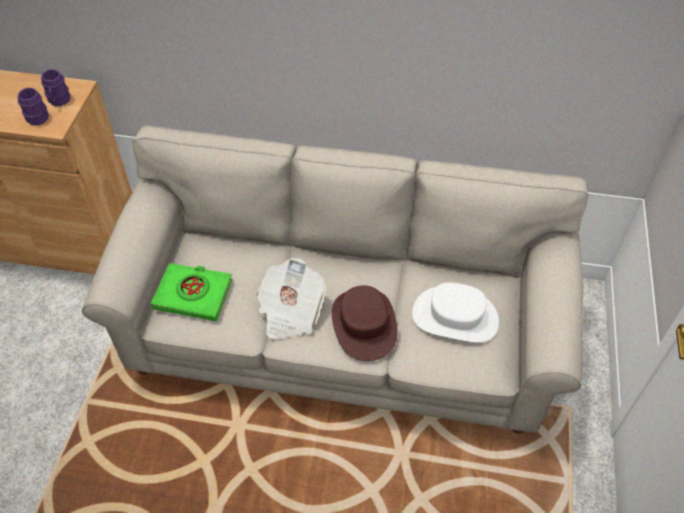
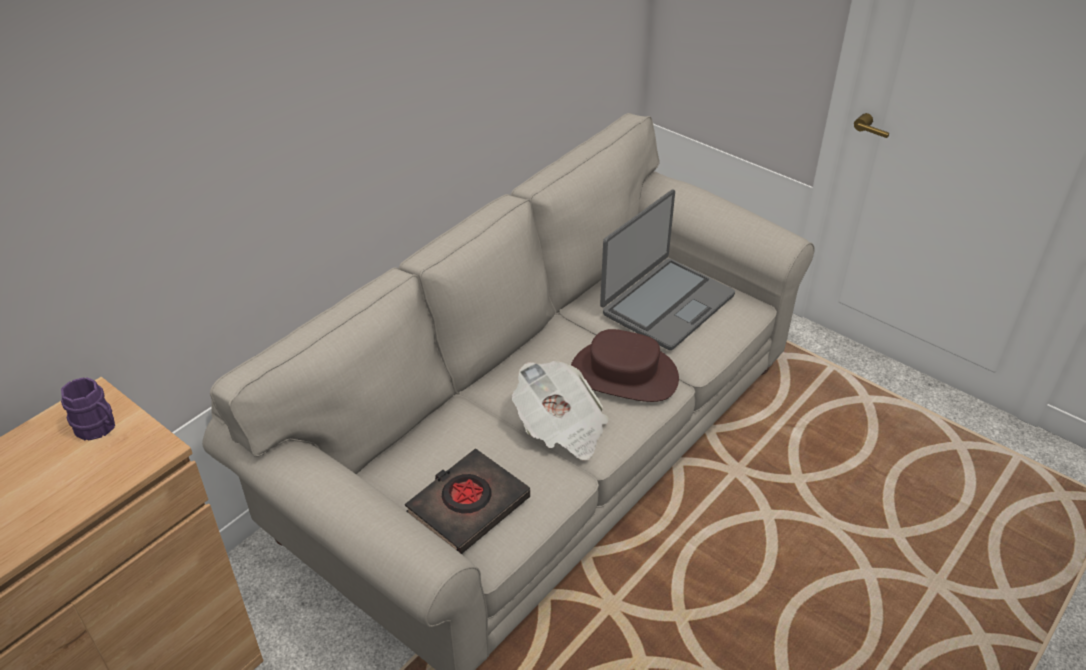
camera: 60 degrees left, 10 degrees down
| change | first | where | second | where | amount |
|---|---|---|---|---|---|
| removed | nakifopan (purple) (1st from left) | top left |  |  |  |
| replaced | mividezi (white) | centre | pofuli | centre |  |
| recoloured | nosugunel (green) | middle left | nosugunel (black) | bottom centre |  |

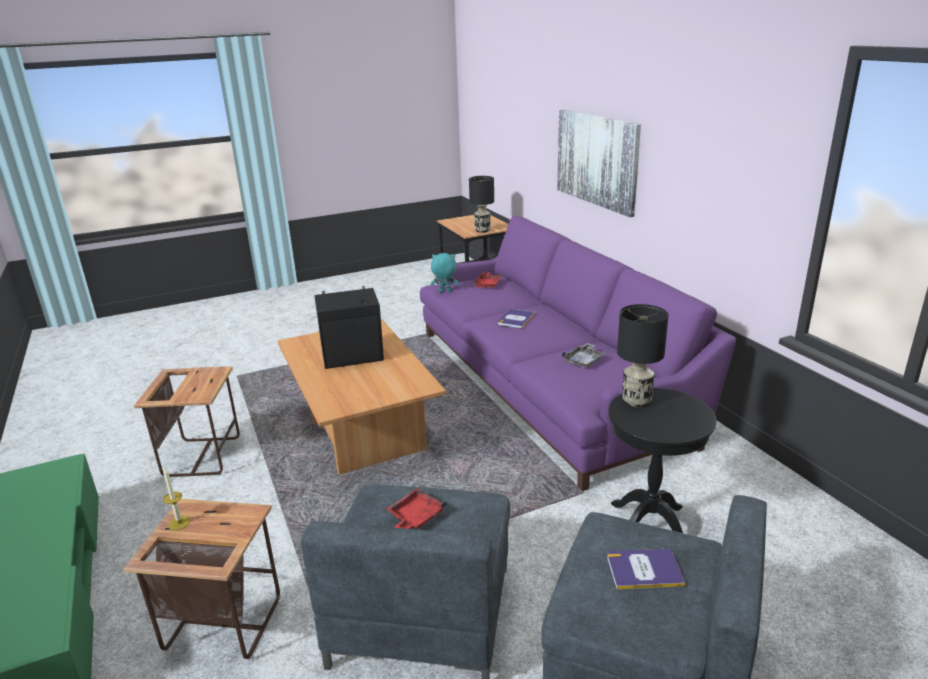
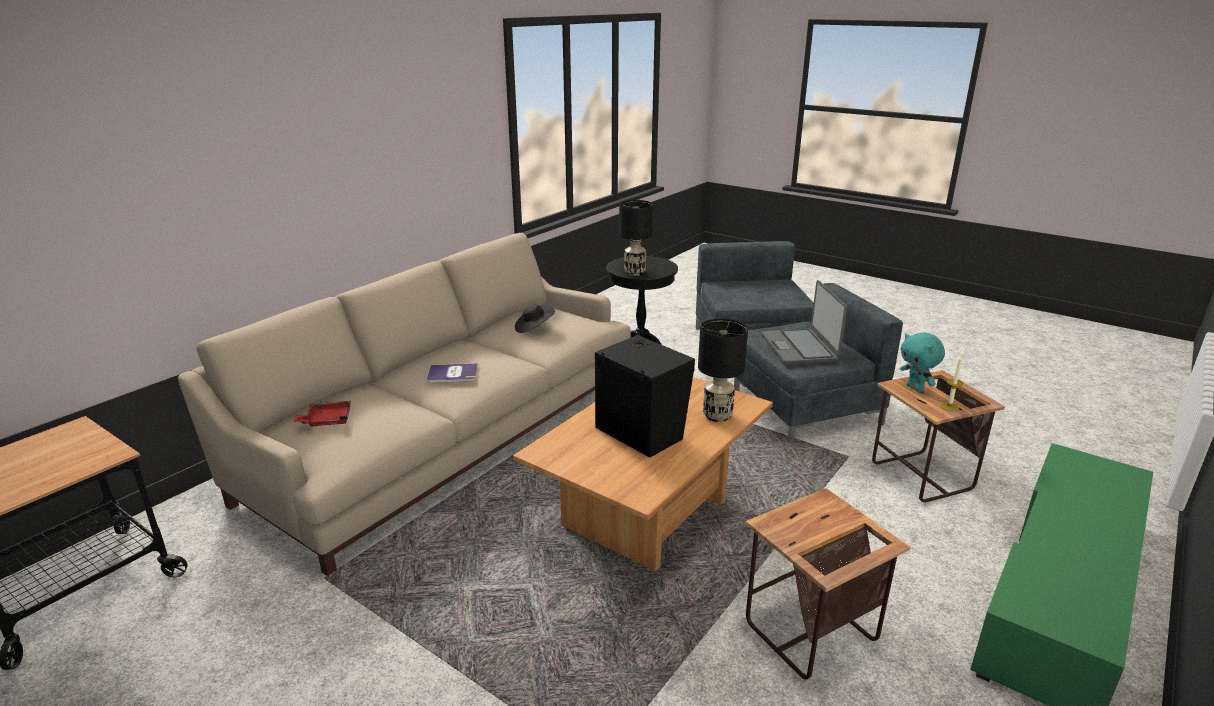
camera: 120 degrees left, 0 degrees up
| change | first | where | second | where | amount |
|---|---|---|---|---|---|
| removed | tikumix | top centre |  |  |  |
| removed | nosugunel (2nd from left) | bottom right |  |  |  |
| moved | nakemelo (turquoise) | centre |  | middle right |  |
| moved | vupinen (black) (1st from left in the first image) | top centre | vupinen (black) (2nd from left) | centre |  |
| replaced | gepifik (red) (1st from left) | bottom centre | pofuli | centre |  |
| replaced | gepifik (grey) | centre | mividezi (black) | centre |  |
| recoloured | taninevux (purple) | centre | taninevux (beige) | middle left |  |

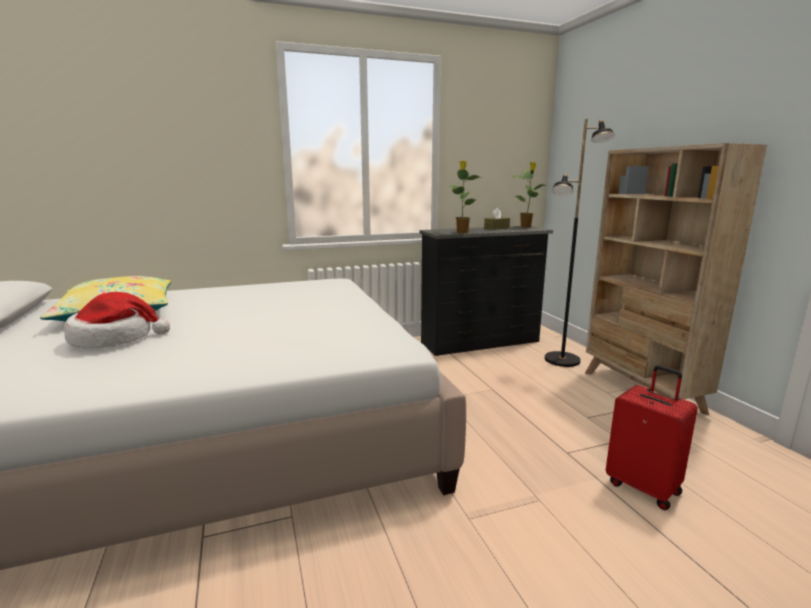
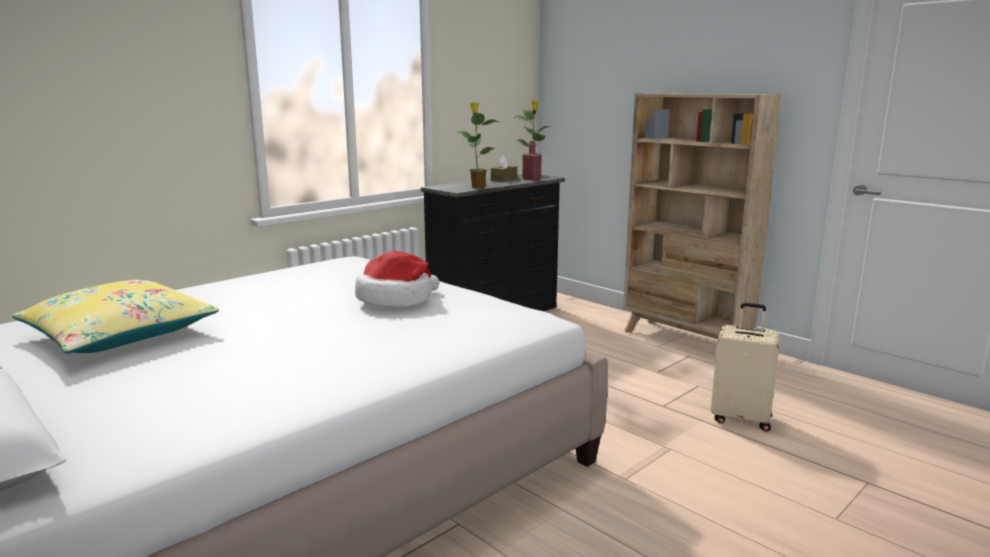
camera: 25 degrees left, 0 degrees up
| change | first | where | second | where | amount |
|---|---|---|---|---|---|
| removed | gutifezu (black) | middle right |  |  |  |
| added |  |  | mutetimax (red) | top centre |  |
| moved | mividezi | middle left |  | centre |  |
| recoloured | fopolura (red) | bottom right | fopolura (beige) | middle right |  |

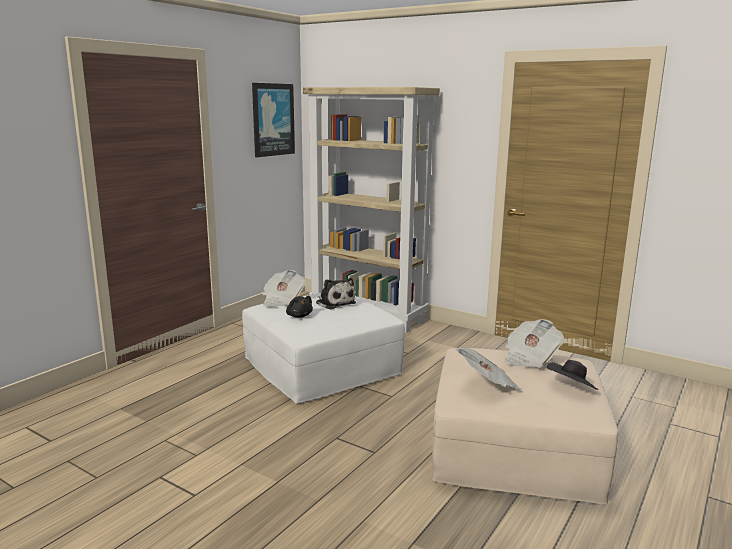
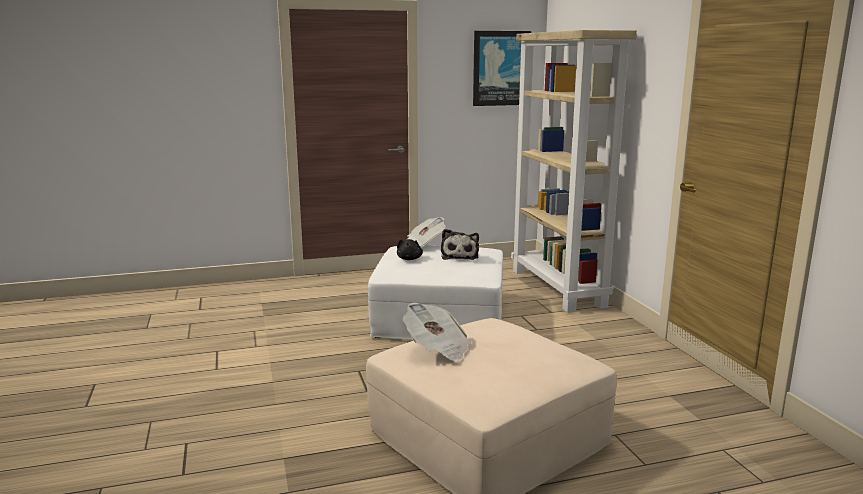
camera: 40 degrees right, 0 degrees up
| change | first | where | second | where | amount |
|---|---|---|---|---|---|
| removed | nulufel (3rd from left) | middle right |  |  |  |
| removed | mividezi (black) | bottom right |  |  |  |

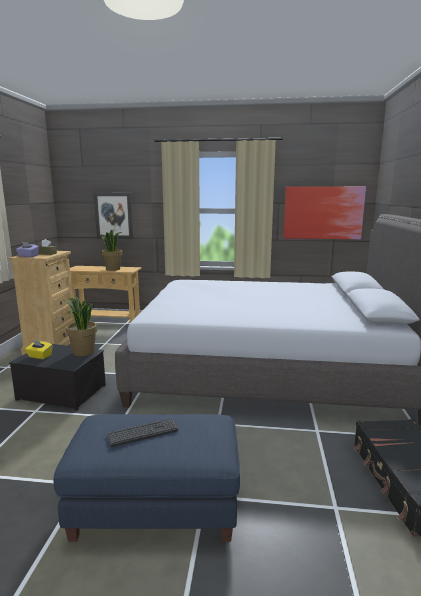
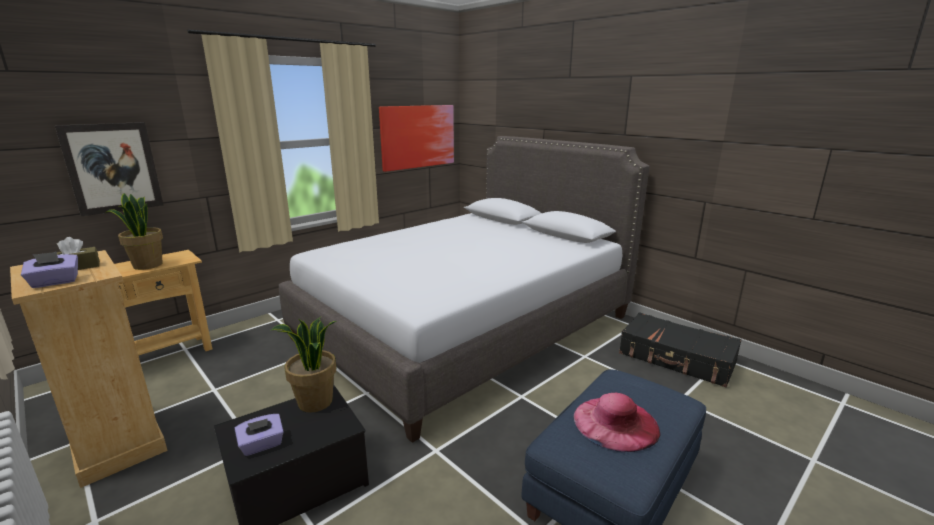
camera: 50 degrees left, 5 degrees up
| change | first | where | second | where | amount |
|---|---|---|---|---|---|
| replaced | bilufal | bottom centre | mividezi (pink) | bottom centre |  |
| recoloured | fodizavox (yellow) | middle left | fodizavox (purple) (2nd from left) | bottom left |  |

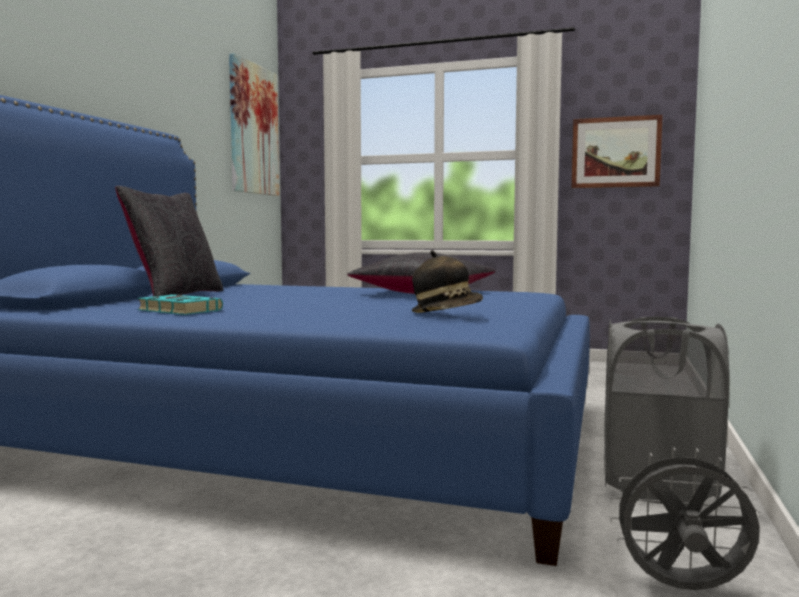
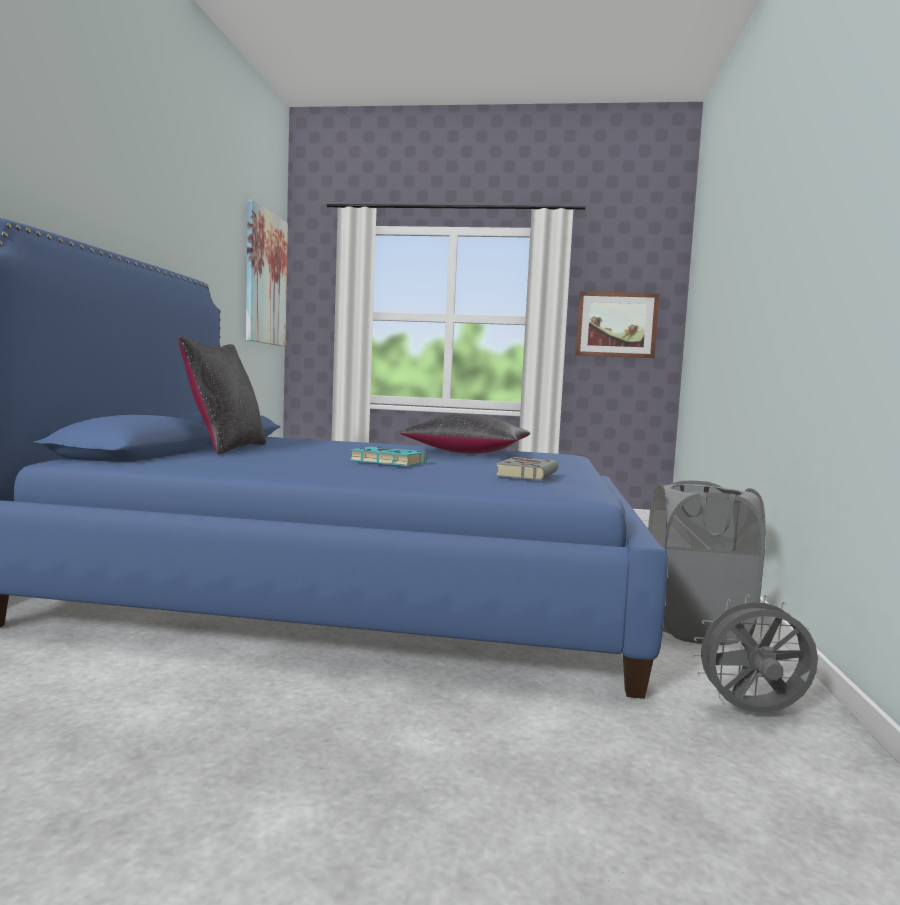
camera: 10 degrees left, 0 degrees up
| change | first | where | second | where | amount |
|---|---|---|---|---|---|
| moved | nosugunel (turquoise) | middle left |  | centre |  |
| replaced | mividezi | centre | nosugunel (grey) | centre |  |

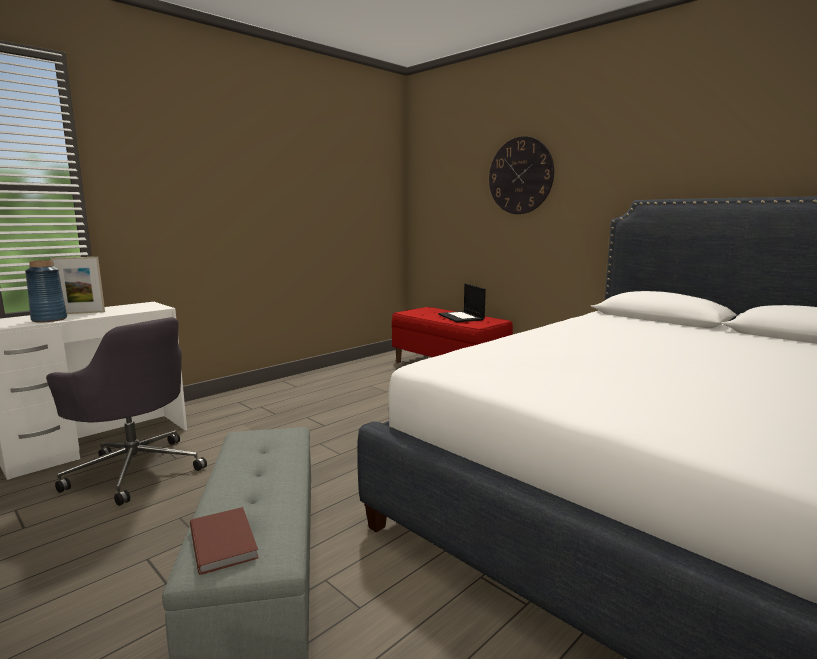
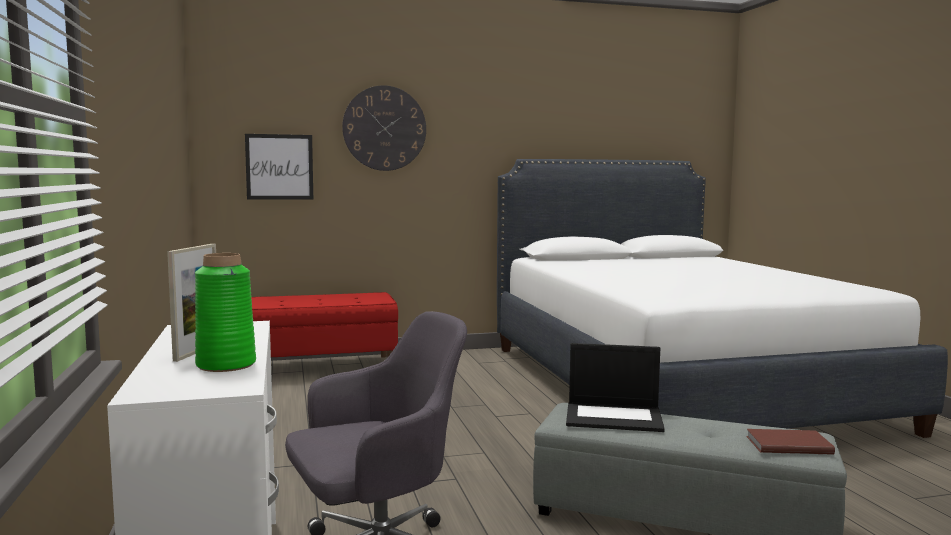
camera: 60 degrees left, 5 degrees down
| change | first | where | second | where | amount |
|---|---|---|---|---|---|
| added |  |  | tikumix | top left |  |
| moved | pofuli | centre |  | bottom centre |  |
| recoloured | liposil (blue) | middle left | liposil (green) | middle left |  |

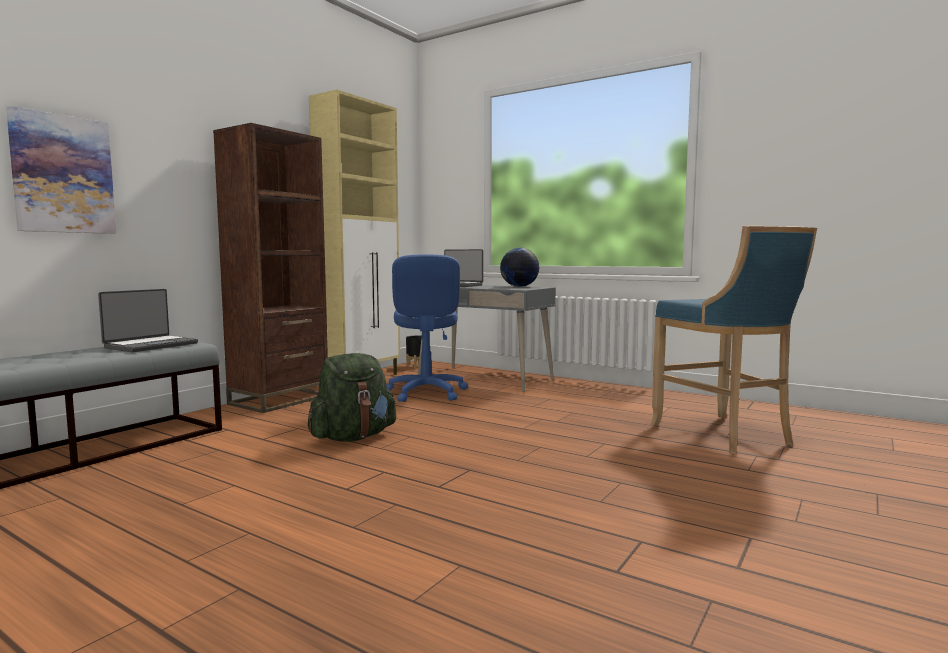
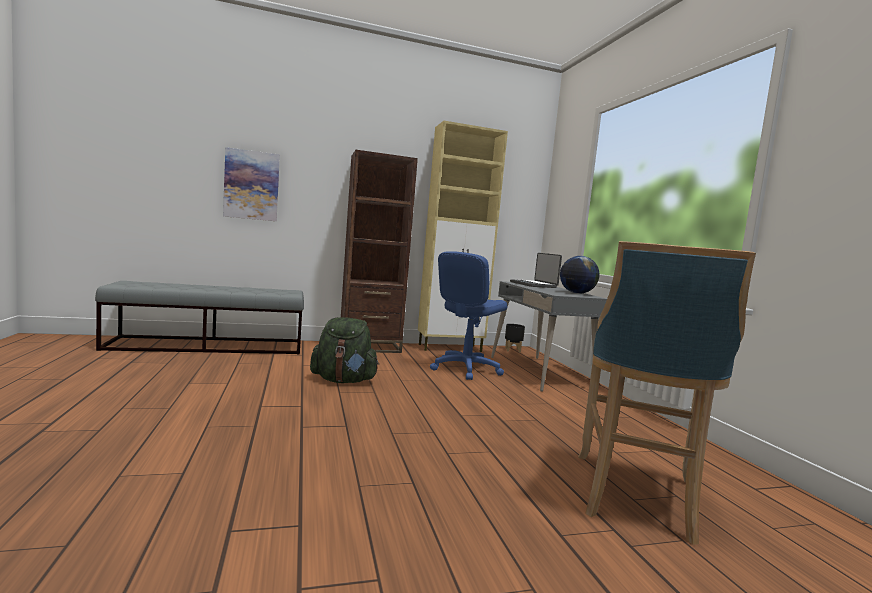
camera: 40 degrees right, 0 degrees up
| change | first | where | second | where | amount |
|---|---|---|---|---|---|
| removed | pofuli (1st from left) | middle left |  |  |  |

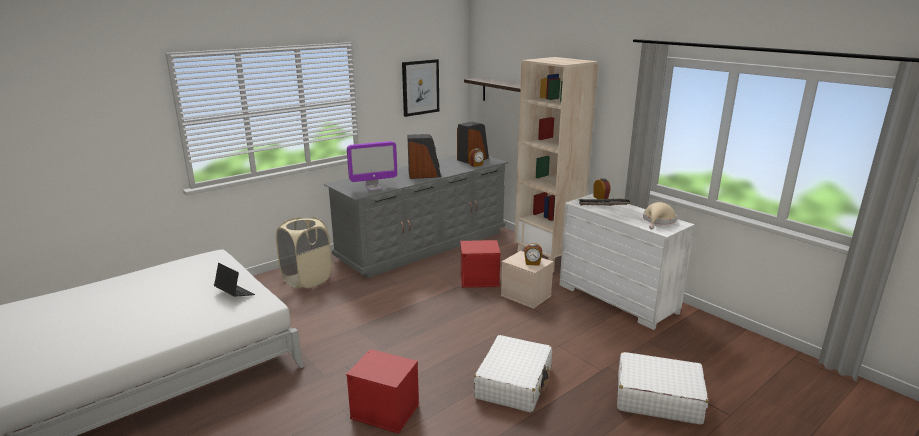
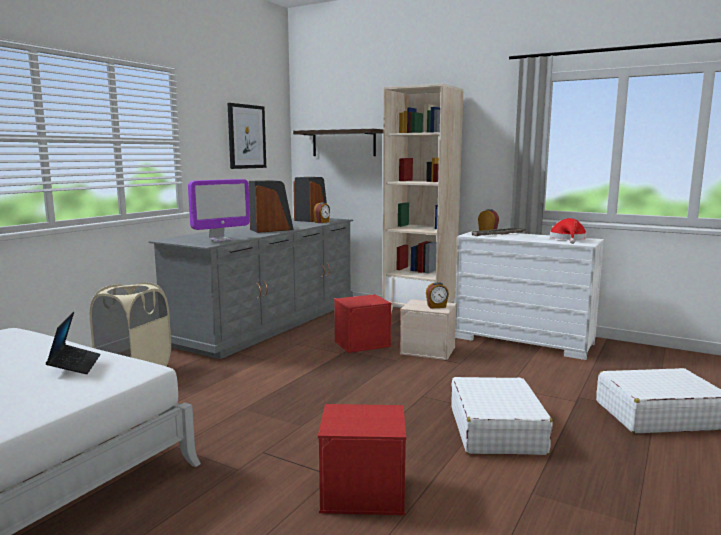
camera: 20 degrees left, 10 degrees down
| change | first | where | second | where | amount |
|---|---|---|---|---|---|
| recoloured | mividezi (beige) | middle right | mividezi (red) | middle right |  |
| turned | pofuli | middle left |  | middle left | 60 degrees clockwise |

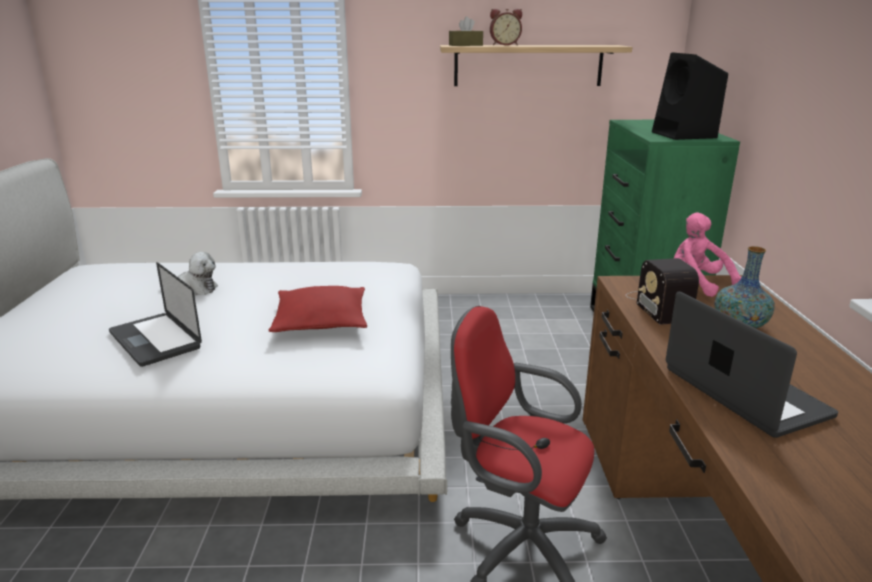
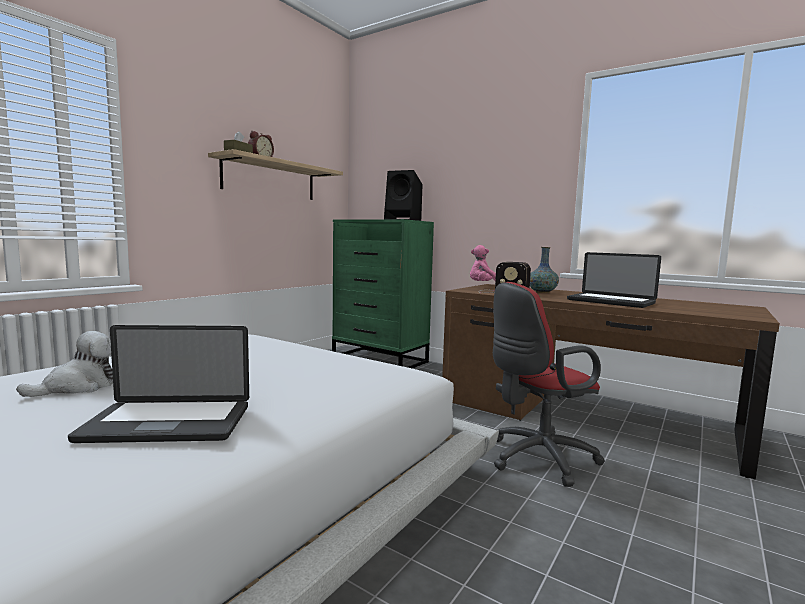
camera: 55 degrees left, 15 degrees down
| change | first | where | second | where | amount |
|---|---|---|---|---|---|
| removed | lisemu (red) | centre |  |  |  |
| turned | pofuli (2nd from left) | middle right |  | middle right | 150 degrees counterclockwise |

